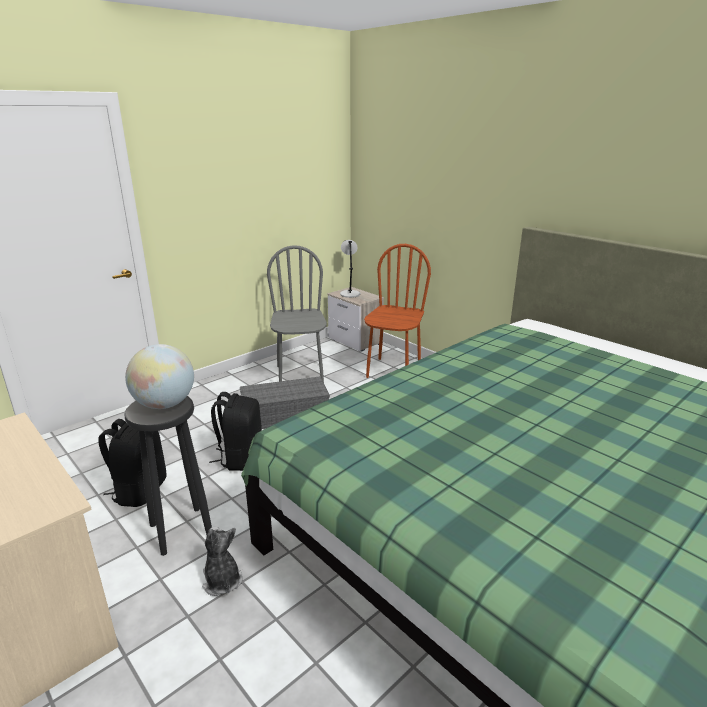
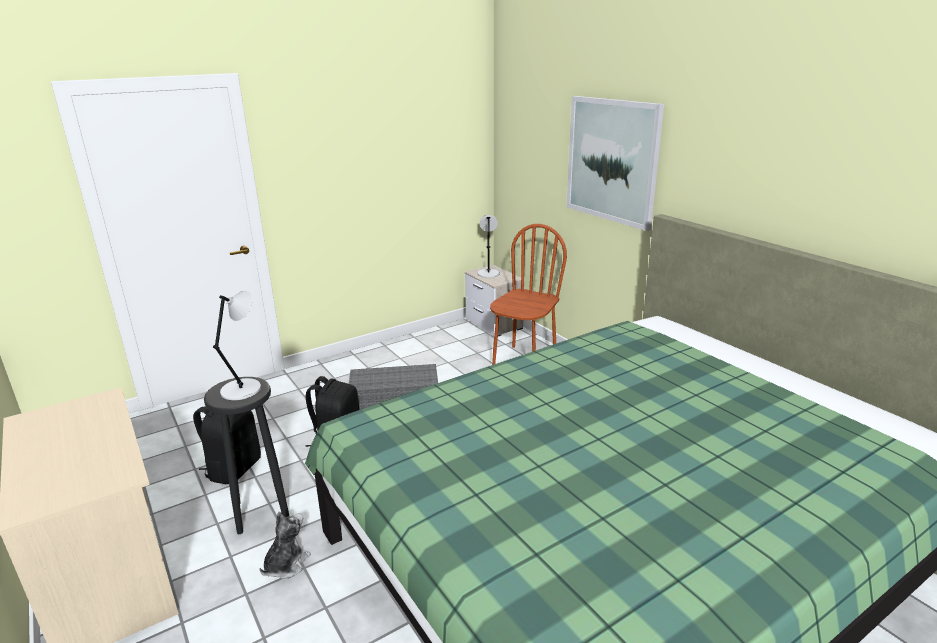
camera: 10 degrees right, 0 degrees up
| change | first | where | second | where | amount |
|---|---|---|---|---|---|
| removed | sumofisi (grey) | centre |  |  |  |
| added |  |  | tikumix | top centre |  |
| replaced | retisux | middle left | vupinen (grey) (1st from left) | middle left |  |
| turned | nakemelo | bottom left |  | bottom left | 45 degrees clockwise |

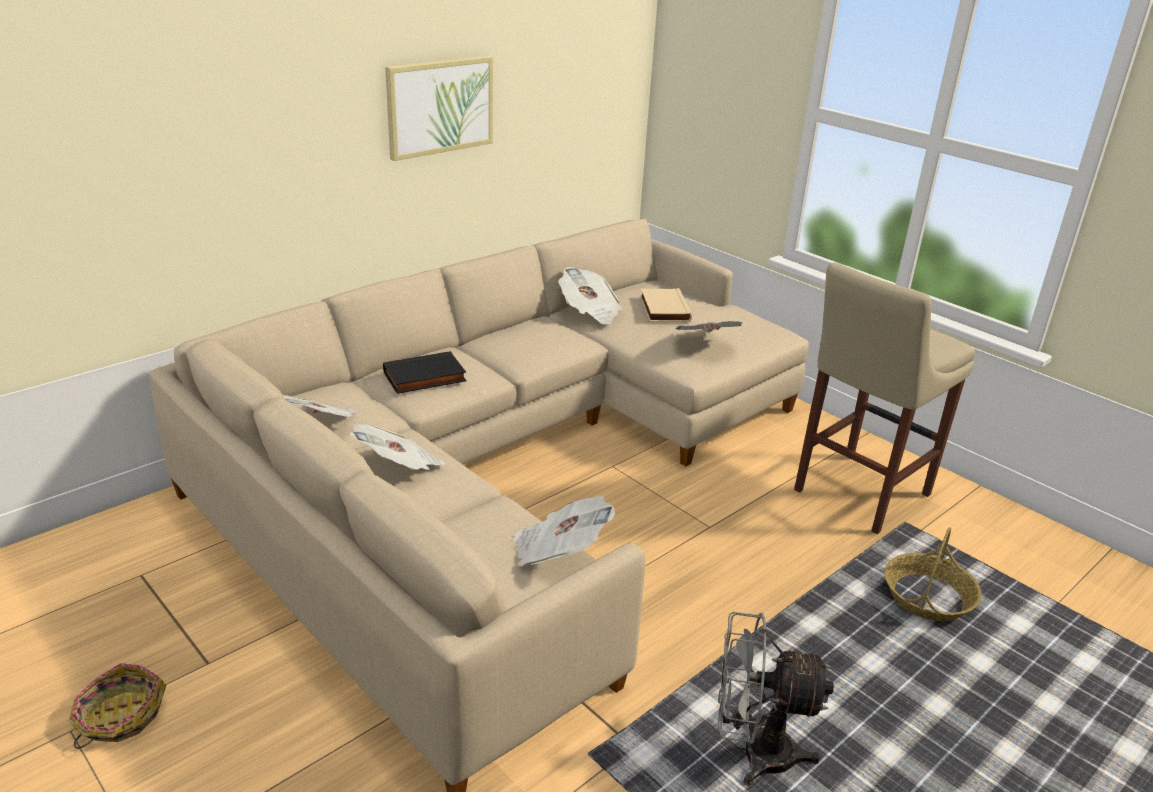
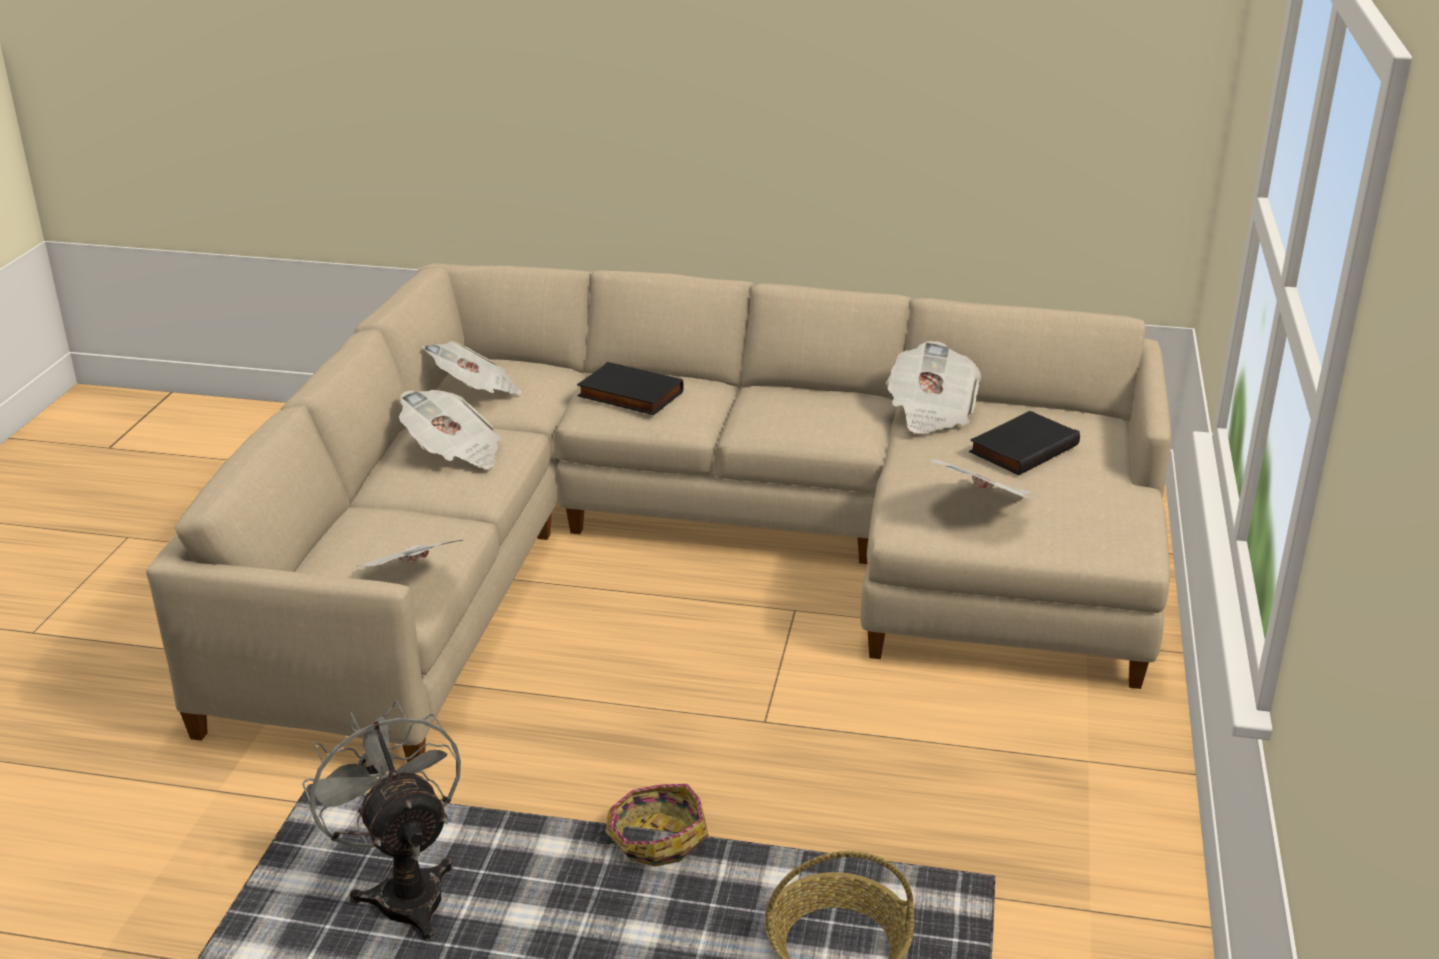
camera: 55 degrees right, 0 degrees up
| change | first | where | second | where | amount |
|---|---|---|---|---|---|
| removed | tikumix | top centre |  |  |  |
| removed | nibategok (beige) | middle right |  |  |  |
| moved | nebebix (1st from left) | bottom left |  | bottom centre |  |
| recoloured | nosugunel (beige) | centre | nosugunel (black) (2nd from left) | middle right |  |

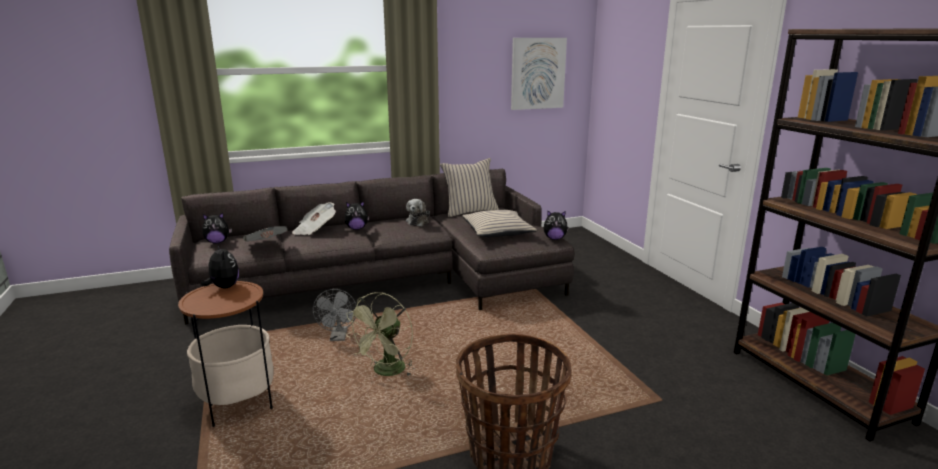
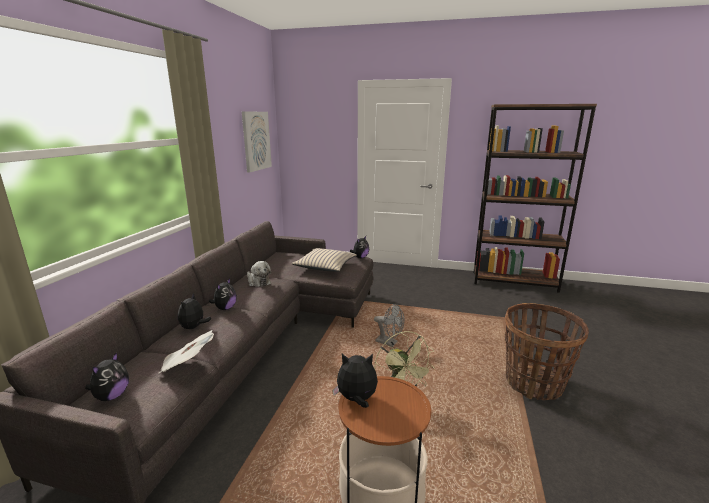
camera: 55 degrees left, 0 degrees up
| change | first | where | second | where | amount |
|---|---|---|---|---|---|
| removed | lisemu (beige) (1st from left) | centre |  |  |  |
| moved | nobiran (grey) | bottom centre |  | centre |  |
| replaced | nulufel (2nd from left) | centre | nakemelo (2nd from left) | middle left |  |

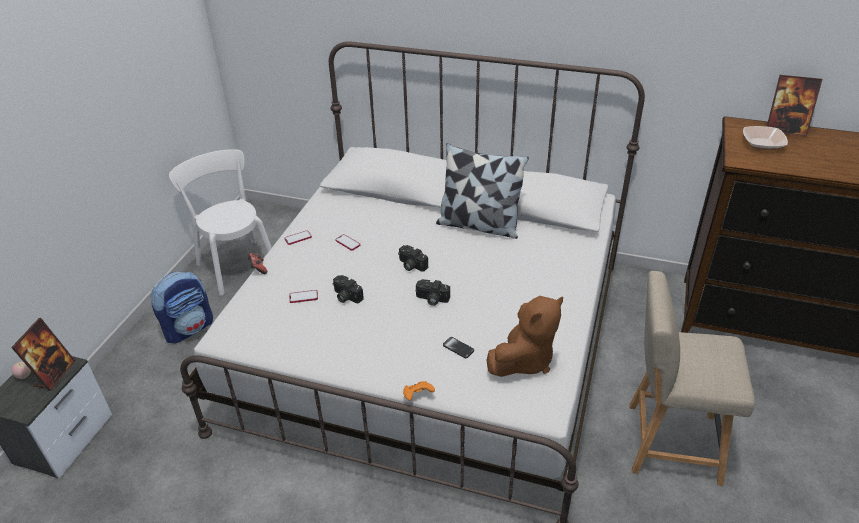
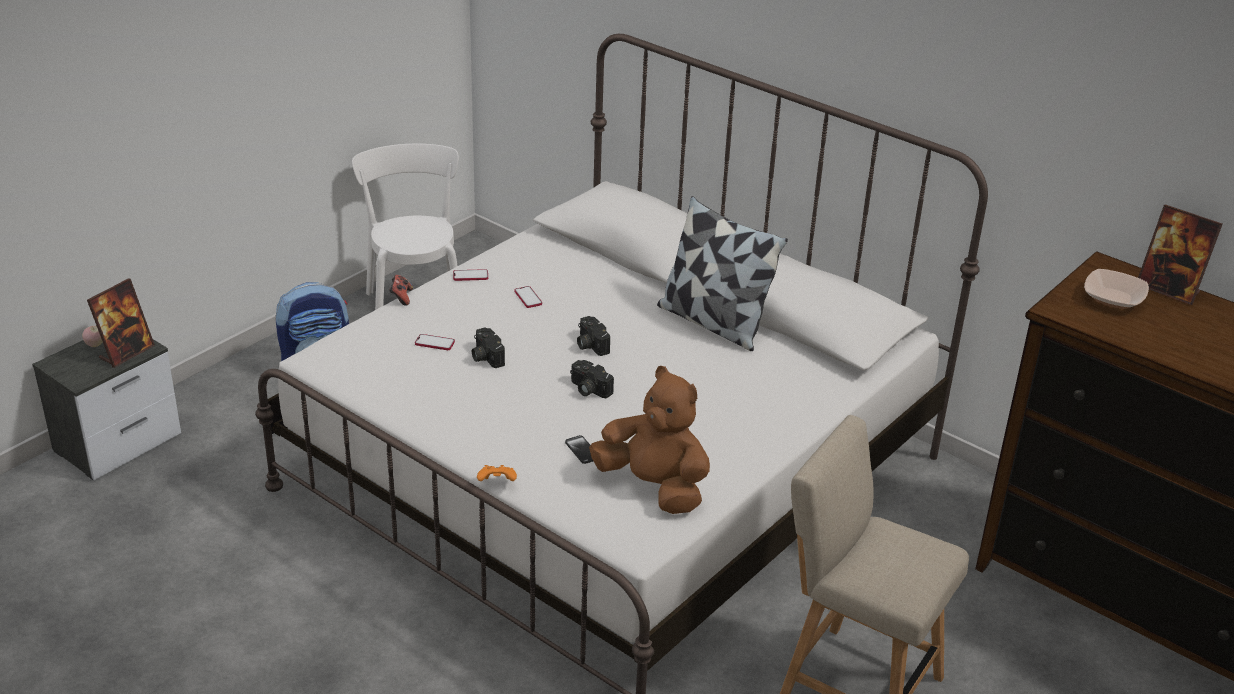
camera: 20 degrees right, 5 degrees down
| change | first | where | second | where | amount |
|---|---|---|---|---|---|
| turned | nakemelo (brown) | centre |  | centre | 120 degrees counterclockwise |

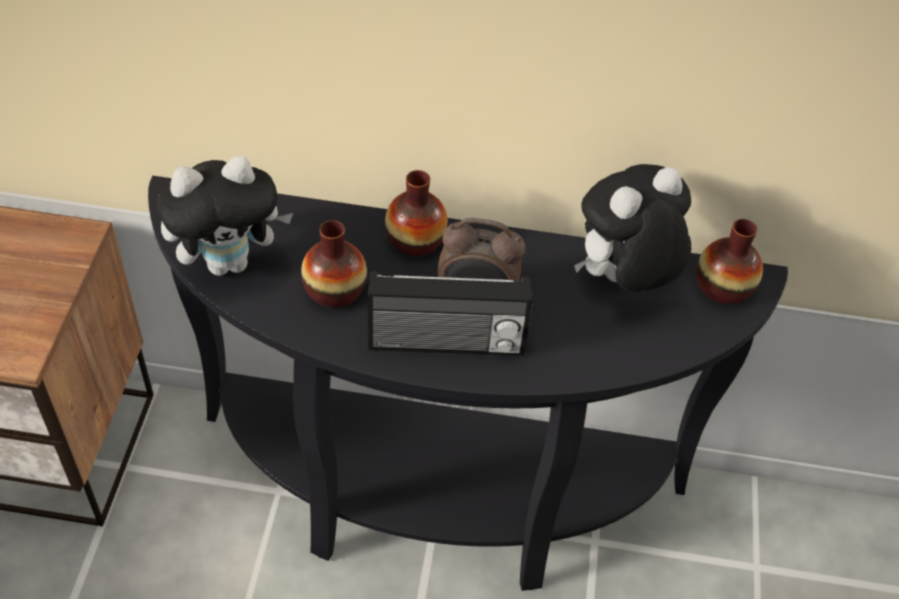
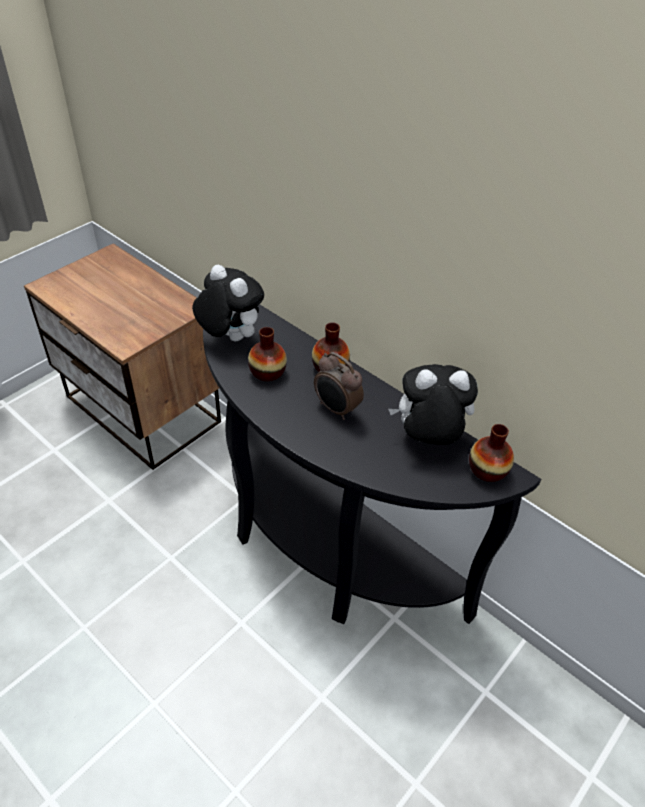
camera: 35 degrees right, 5 degrees down
| change | first | where | second | where | amount |
|---|---|---|---|---|---|
| removed | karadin | centre |  |  |  |
| turned | nakemelo (1st from left) | middle left |  | centre | 150 degrees counterclockwise |

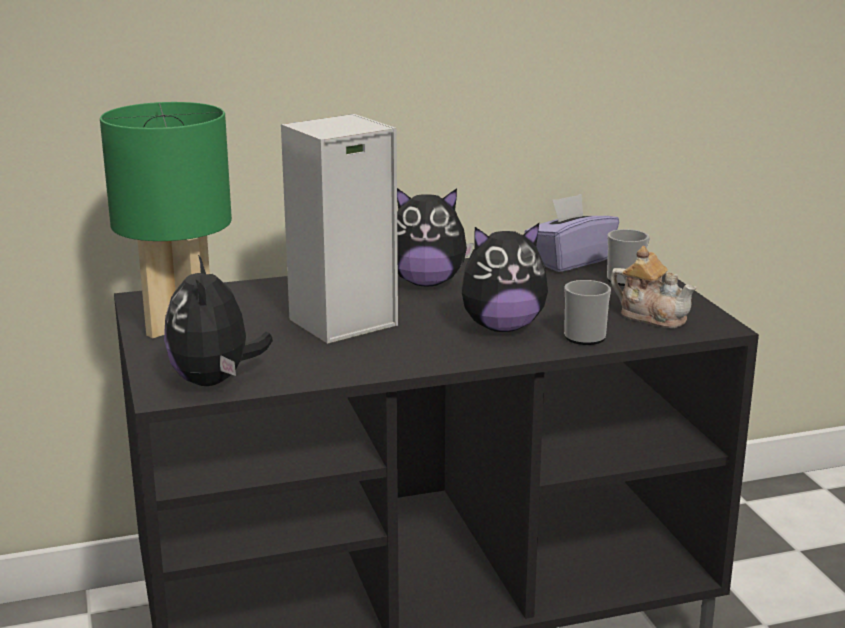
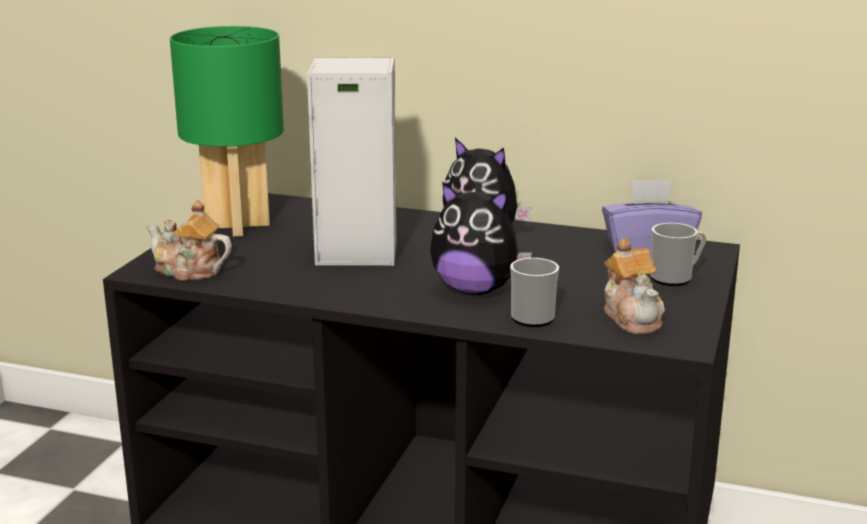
camera: 35 degrees right, 0 degrees up
| change | first | where | second | where | amount |
|---|---|---|---|---|---|
| replaced | nakemelo (1st from left) | middle left | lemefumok (1st from left) | middle left |  |

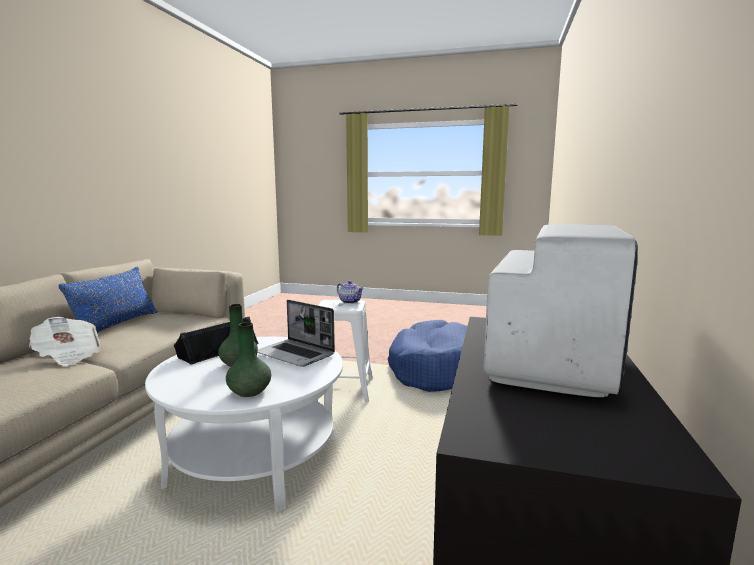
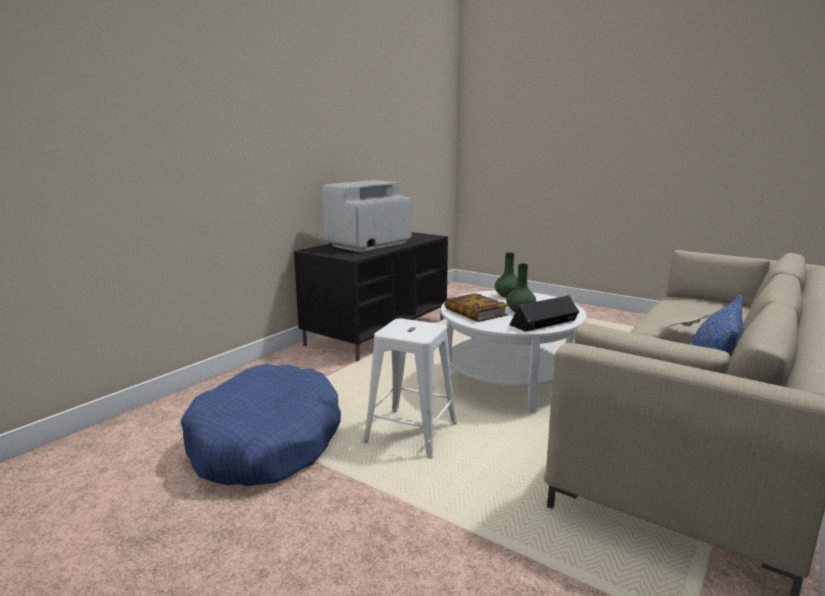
camera: 160 degrees left, 5 degrees up
| change | first | where | second | where | amount |
|---|---|---|---|---|---|
| removed | lemefumok | centre |  |  |  |
| replaced | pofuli | centre | nosugunel | centre |  |

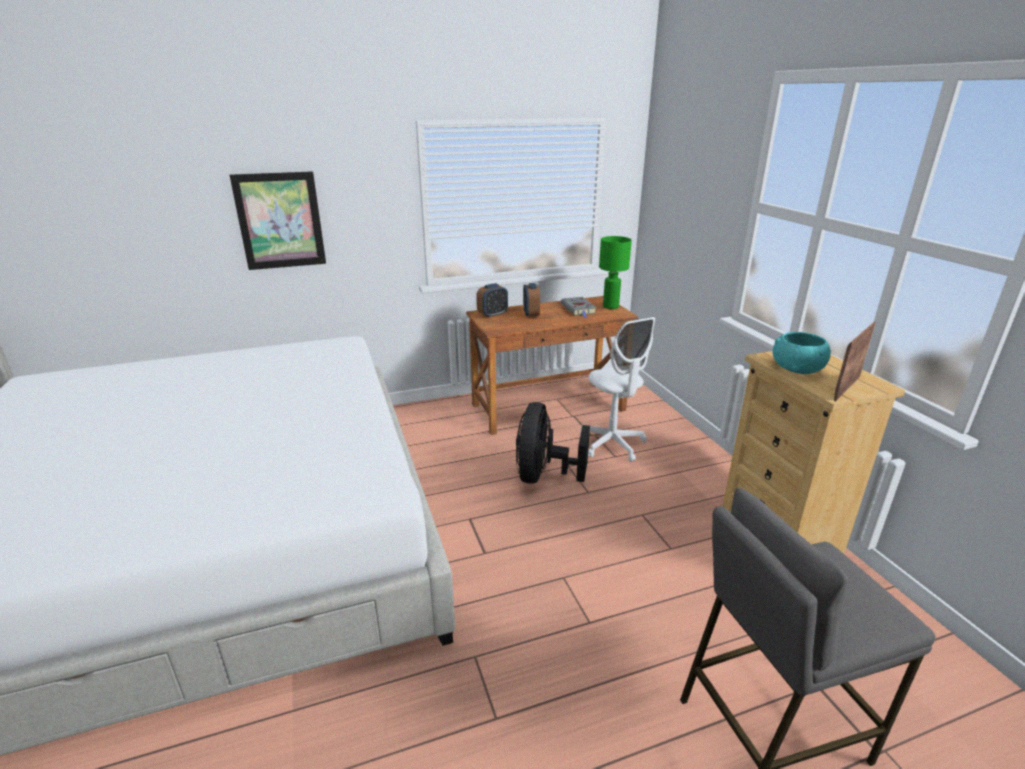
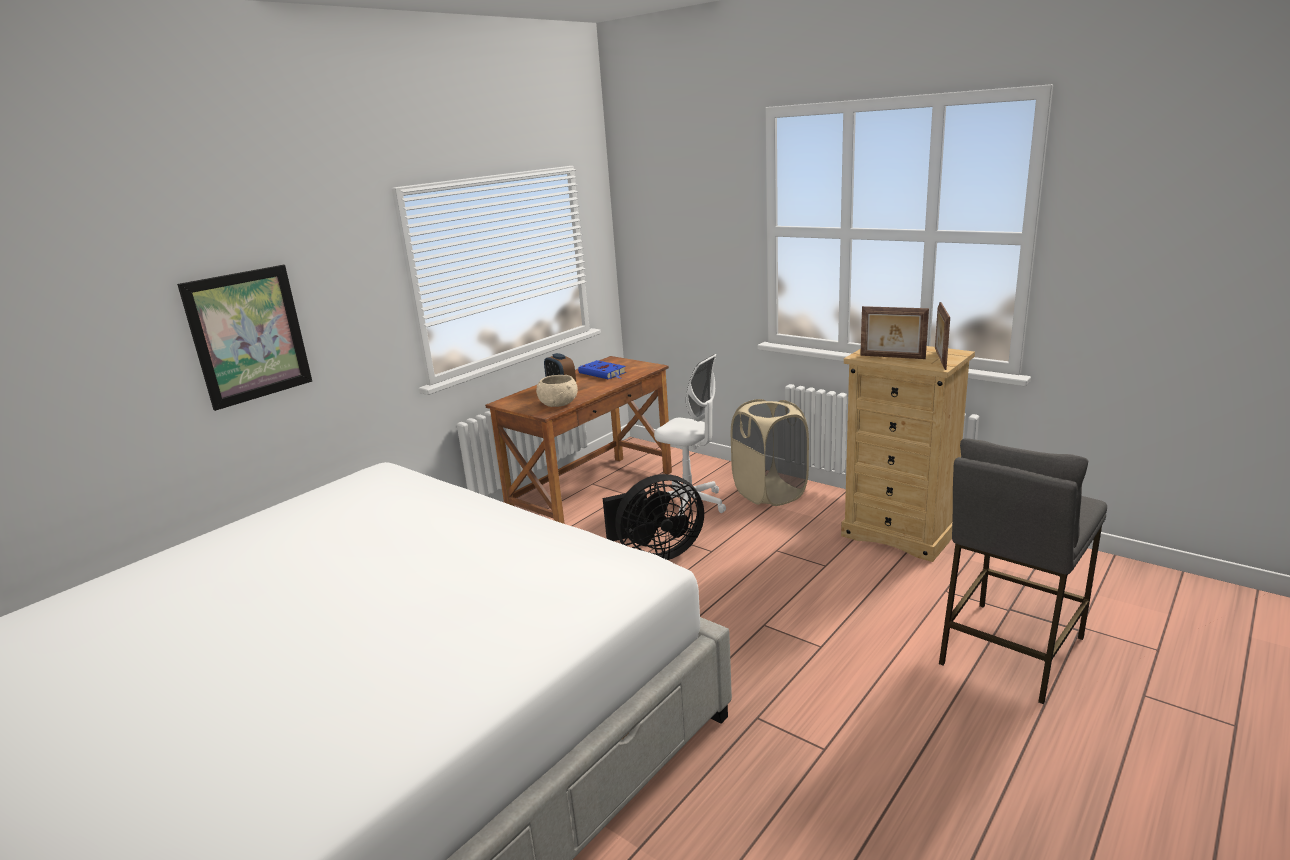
camera: 30 degrees left, 5 degrees down
| change | first | where | second | where | amount |
|---|---|---|---|---|---|
| removed | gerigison (1st from left) | centre |  |  |  |
| removed | vupinen (green) | centre |  |  |  |
| added |  |  | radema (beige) | centre |  |
| added |  |  | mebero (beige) | centre |  |
| replaced | radema (turquoise) | middle right | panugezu (1st from left) | middle right |  |
| recoloured | nosugunel (grey) | centre | nosugunel (blue) | centre |  |
| turned | nobiran (black) | centre |  | centre | 90 degrees counterclockwise |

